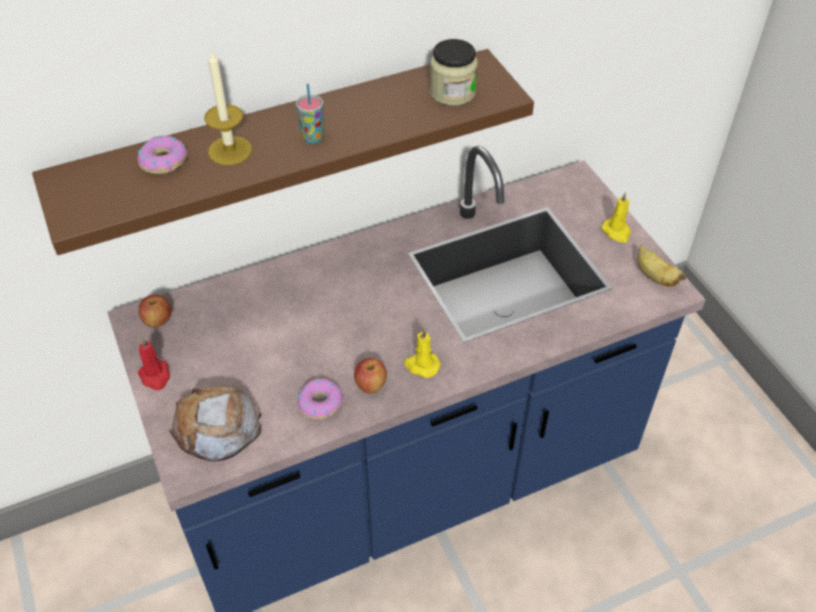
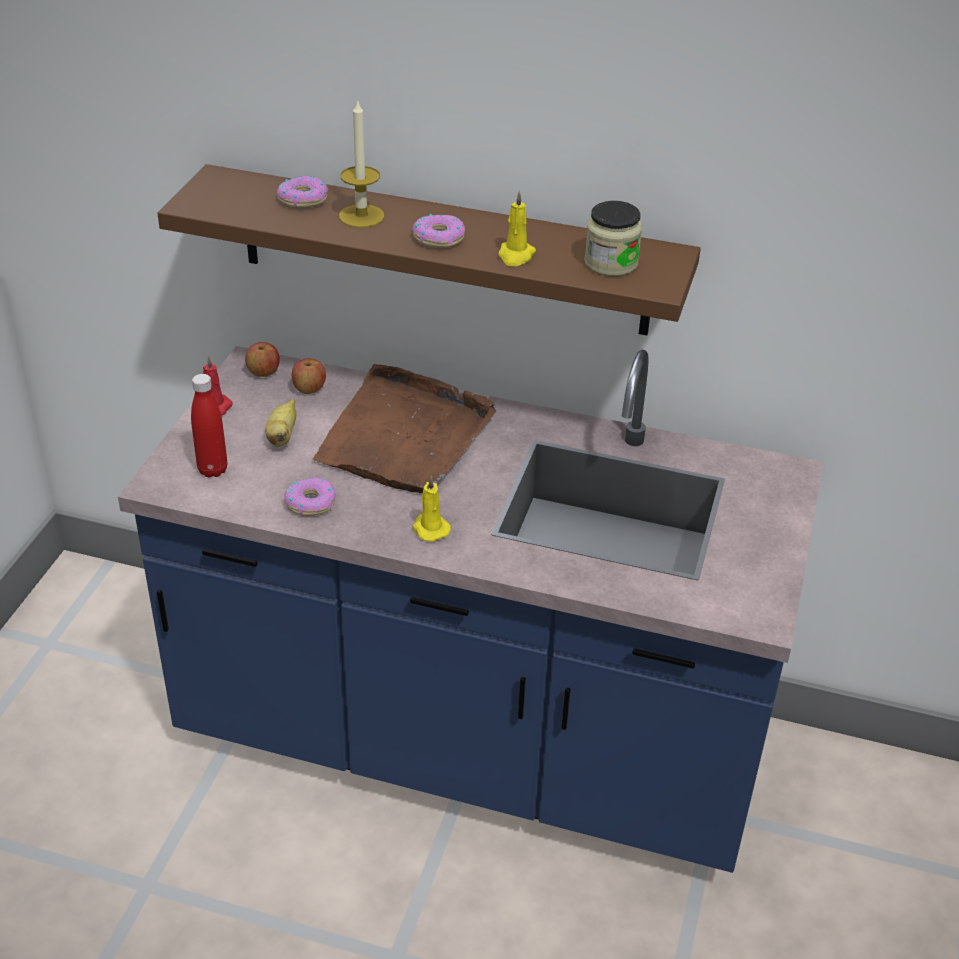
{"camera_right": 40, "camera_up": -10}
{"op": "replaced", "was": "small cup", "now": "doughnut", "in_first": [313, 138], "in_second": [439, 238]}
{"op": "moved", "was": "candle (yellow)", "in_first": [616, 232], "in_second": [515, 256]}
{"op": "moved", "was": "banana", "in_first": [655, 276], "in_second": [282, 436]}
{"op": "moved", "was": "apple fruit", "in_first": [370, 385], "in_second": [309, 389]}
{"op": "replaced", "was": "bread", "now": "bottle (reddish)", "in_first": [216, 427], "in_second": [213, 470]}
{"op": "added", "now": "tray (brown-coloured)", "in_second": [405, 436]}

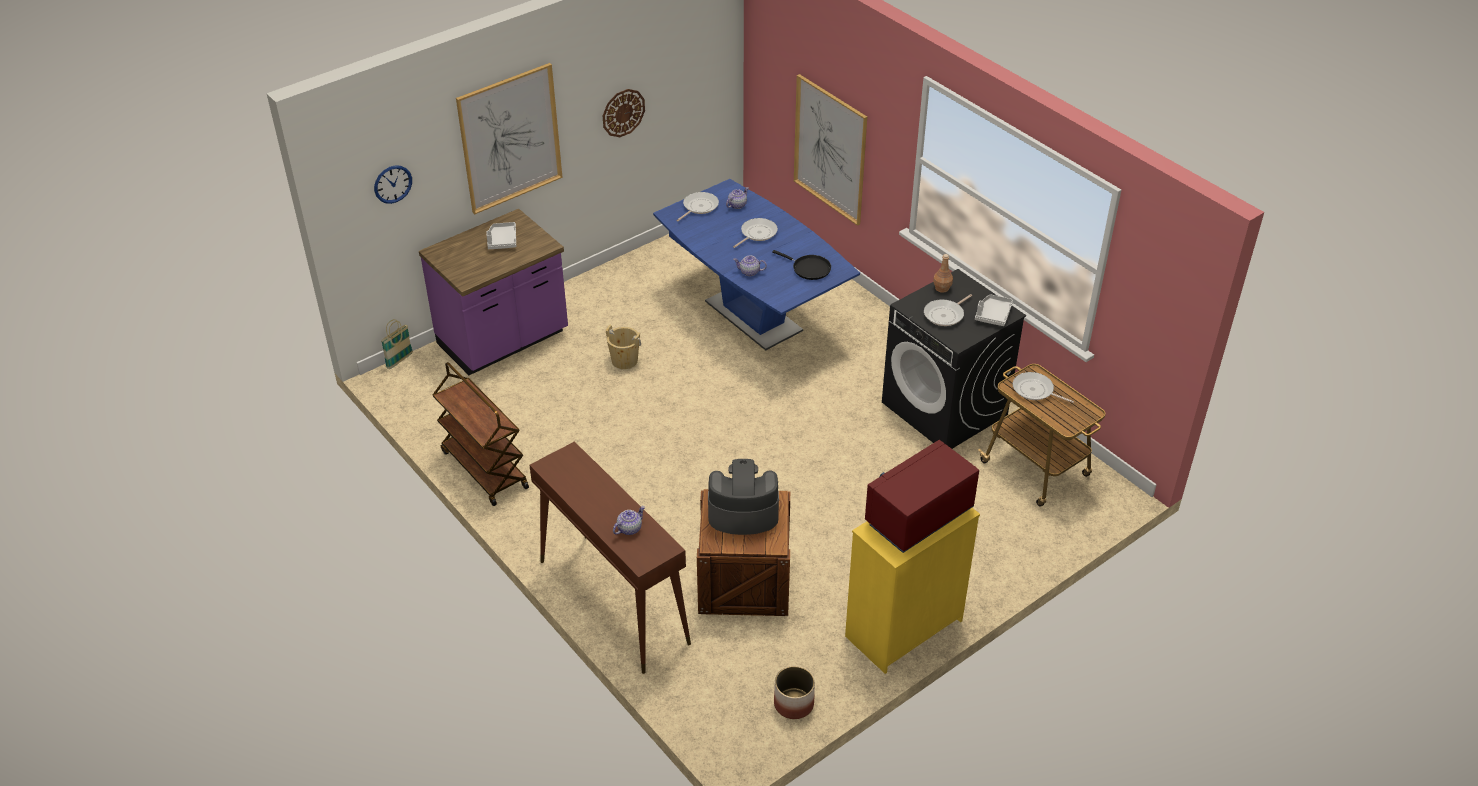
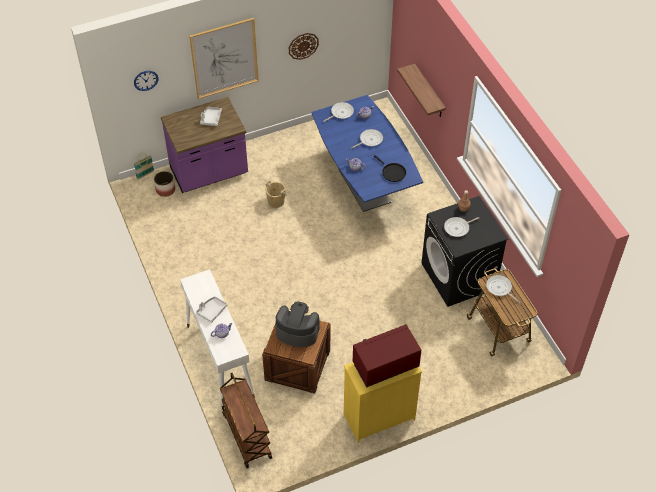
{"camera_right": 15, "camera_up": 10}
{"op": "replaced", "was": "wall art", "now": "bracket shelf", "in_first": [830, 149], "in_second": [429, 92]}
{"op": "moved", "was": "tray (grey)", "in_first": [993, 314], "in_second": [211, 311]}
{"op": "moved", "was": "wheeled cart (brown-coloured)", "in_first": [484, 469], "in_second": [246, 435]}
{"op": "recoloured", "was": "console table (brown-coloured)", "now": "console table (whitish)", "in_first": [613, 601], "in_second": [220, 361]}
{"op": "moved", "was": "flower pot", "in_first": [793, 704], "in_second": [165, 190]}

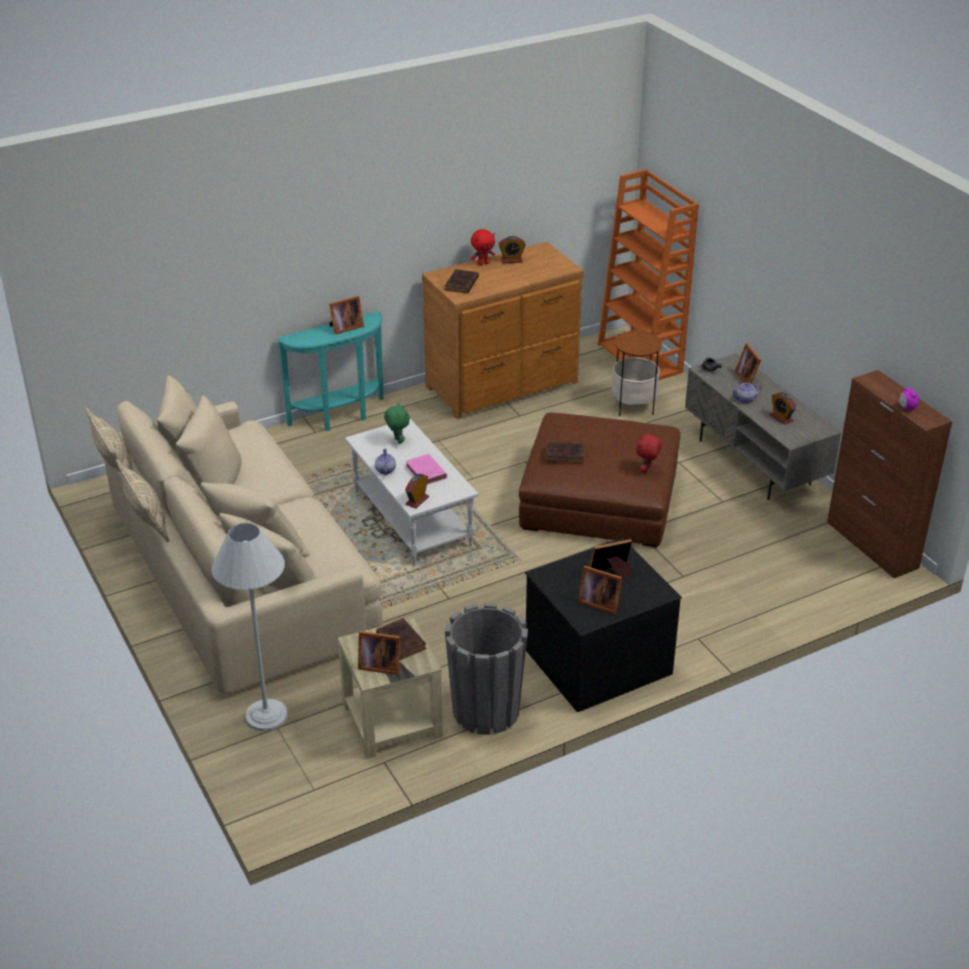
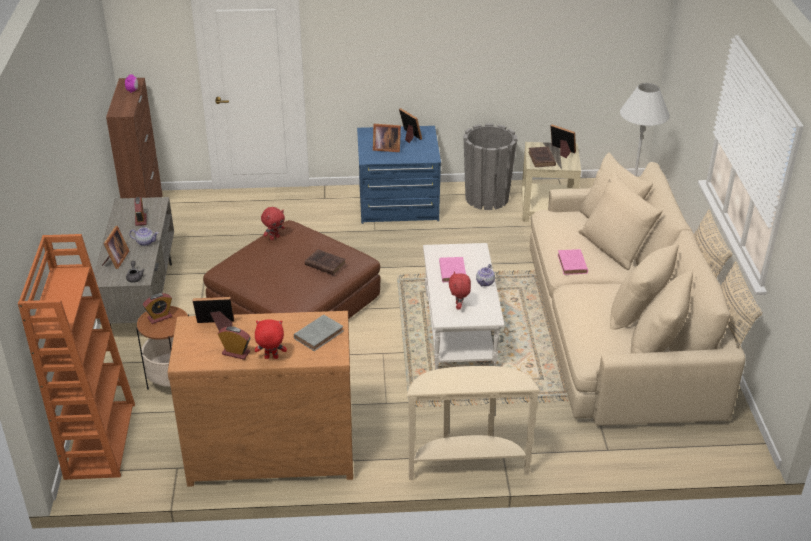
{"camera_right": -155, "camera_up": 0}
{"op": "recoloured", "was": "volume (brown-coloured)", "now": "volume (grey)", "in_first": [461, 284], "in_second": [319, 334]}
{"op": "moved", "was": "standing frame", "in_first": [345, 328], "in_second": [217, 326]}
{"op": "recoloured", "was": "console table (turquoise-coloured)", "now": "console table (beige)", "in_first": [341, 417], "in_second": [467, 465]}
{"op": "recoloured", "was": "plush toy (green-coloured)", "now": "plush toy (reddish)", "in_first": [397, 441], "in_second": [459, 306]}
{"op": "moved", "was": "bedside clock", "in_first": [417, 501], "in_second": [160, 317]}
{"op": "recoloured", "was": "dresser (black)", "now": "dresser (blue)", "in_first": [597, 660], "in_second": [398, 204]}
{"op": "added", "now": "volume (pink-coloured)", "in_second": [572, 264]}

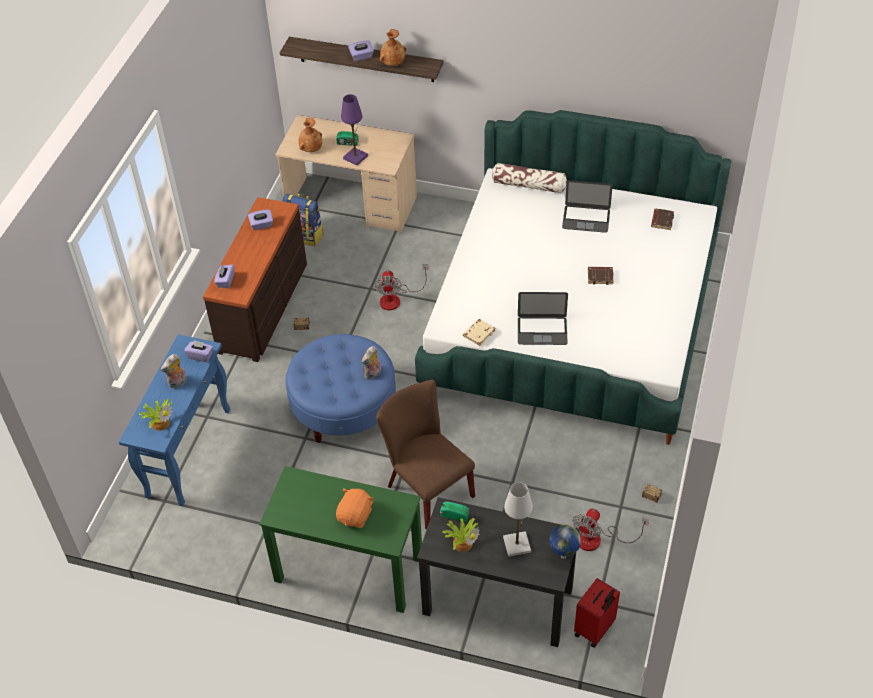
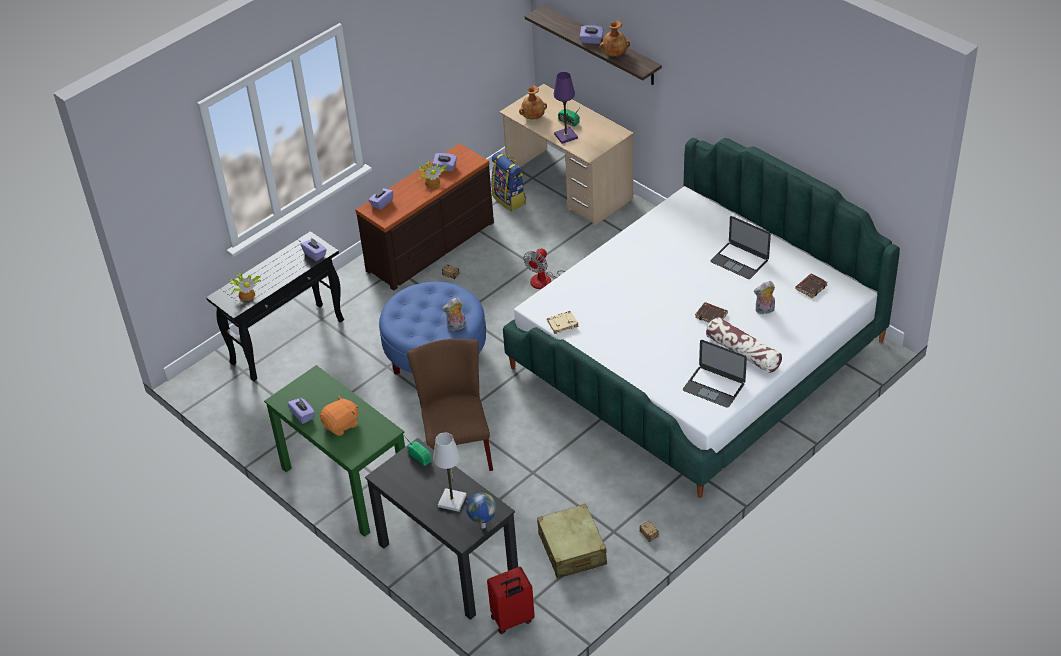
{"camera_right": 30, "camera_up": -5}
{"op": "moved", "was": "throw pillow", "in_first": [529, 185], "in_second": [743, 352]}
{"op": "moved", "was": "portable computer", "in_first": [542, 330], "in_second": [714, 387]}
{"op": "recoloured", "was": "console table (blue)", "now": "console table (black)", "in_first": [189, 452], "in_second": [288, 341]}
{"op": "moved", "was": "plush toy", "in_first": [177, 383], "in_second": [764, 311]}
{"op": "replaced", "was": "fan", "now": "suitcase (beige)", "in_first": [598, 539], "in_second": [572, 549]}
{"op": "moved", "was": "plant in a pot", "in_first": [462, 542], "in_second": [433, 182]}
{"op": "added", "now": "tissue holder (purple-coloured)", "in_second": [303, 415]}

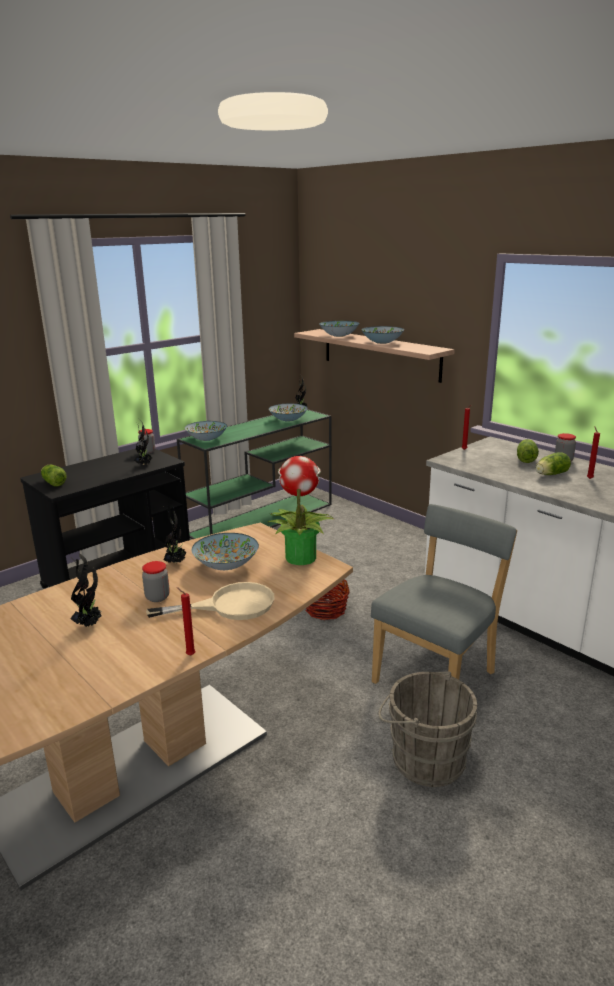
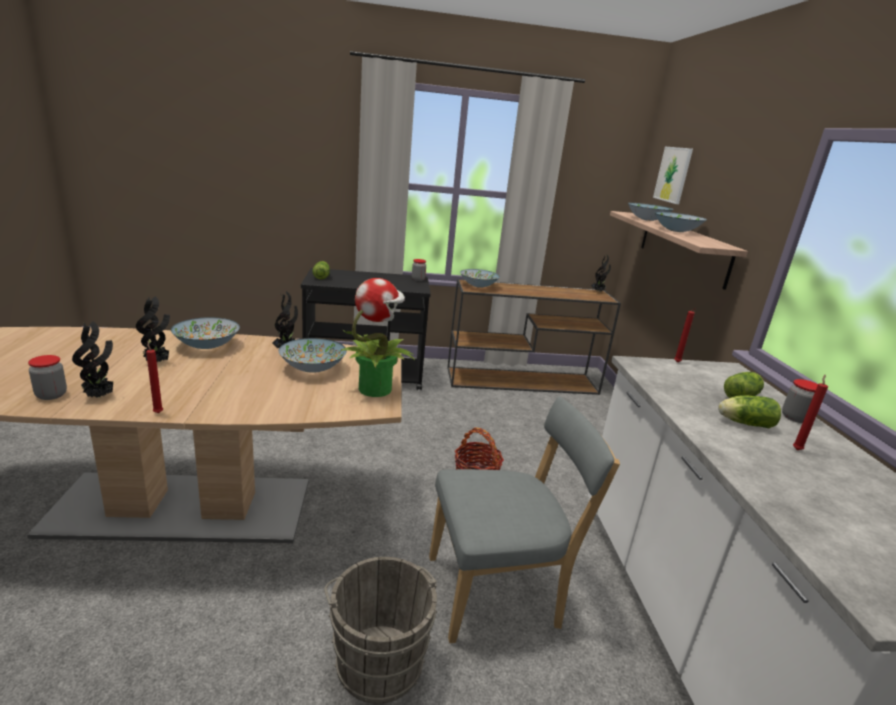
{"camera_right": 35, "camera_up": 0}
{"op": "moved", "was": "deep dish", "in_first": [288, 420], "in_second": [207, 346]}
{"op": "recoloured", "was": "console table (green-coloured)", "now": "console table (brown-coloured)", "in_first": [262, 518], "in_second": [523, 381]}
{"op": "moved", "was": "plant in a pot", "in_first": [144, 464], "in_second": [100, 396]}
{"op": "moved", "was": "preserve jar", "in_first": [157, 597], "in_second": [51, 395]}
{"op": "removed", "was": "skillet (beige)", "in_first": [230, 605]}
{"op": "added", "now": "wall art", "in_second": [673, 174]}

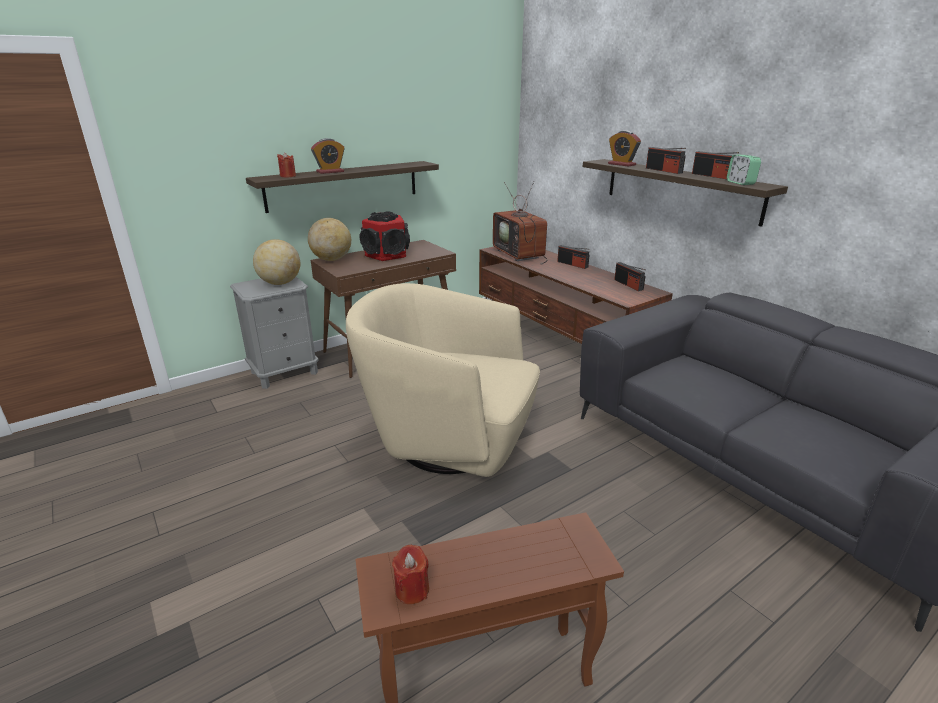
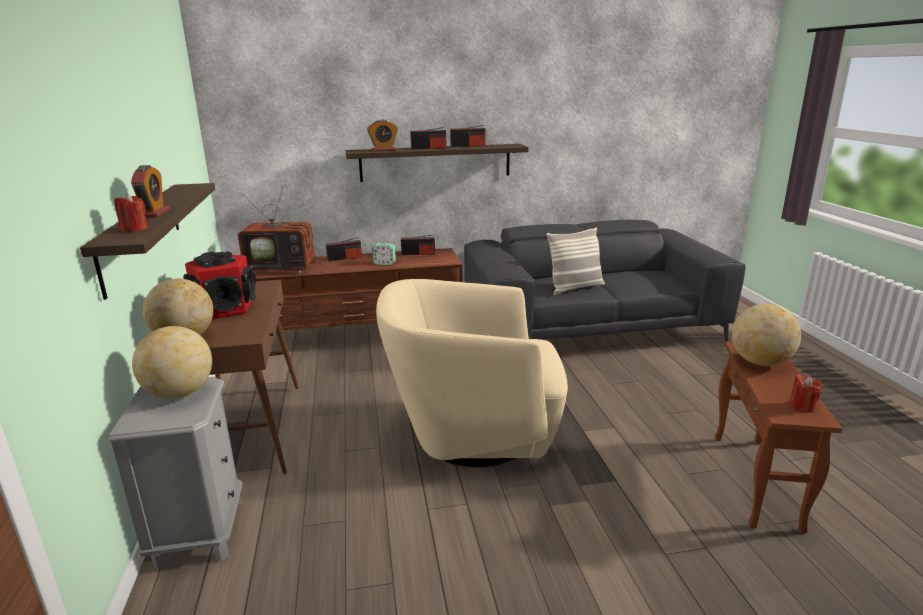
{"camera_right": -65, "camera_up": -5}
{"op": "moved", "was": "bedside clock", "in_first": [740, 183], "in_second": [384, 263]}
{"op": "turned", "was": "armchair (beige)", "in_first": [448, 439], "in_second": [473, 433], "clockwise": 45}
{"op": "added", "now": "throw pillow", "in_second": [575, 288]}
{"op": "added", "now": "desk globe", "in_second": [760, 362]}

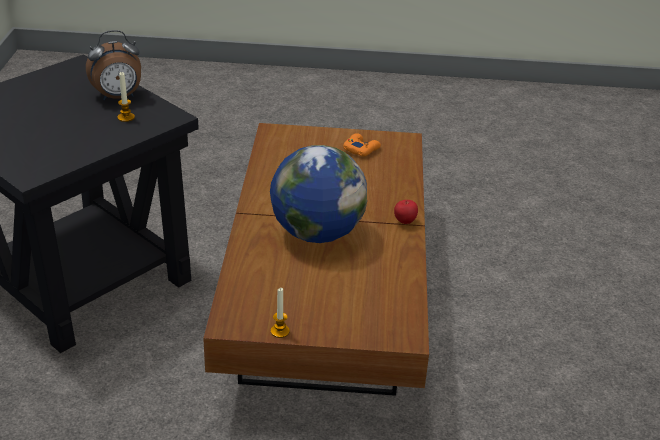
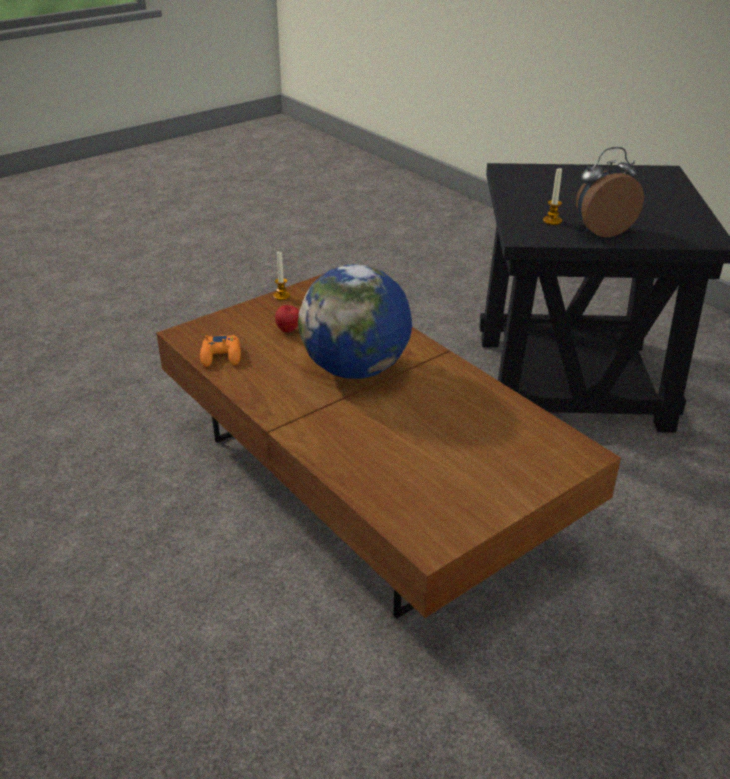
{"camera_right": 140, "camera_up": 0}
{"op": "turned", "was": "bedside clock", "in_first": [118, 97], "in_second": [601, 230], "clockwise": 45}
{"op": "moved", "was": "game controller (orangey)", "in_first": [361, 149], "in_second": [221, 356]}
{"op": "moved", "was": "apple fruit", "in_first": [404, 222], "in_second": [289, 331]}

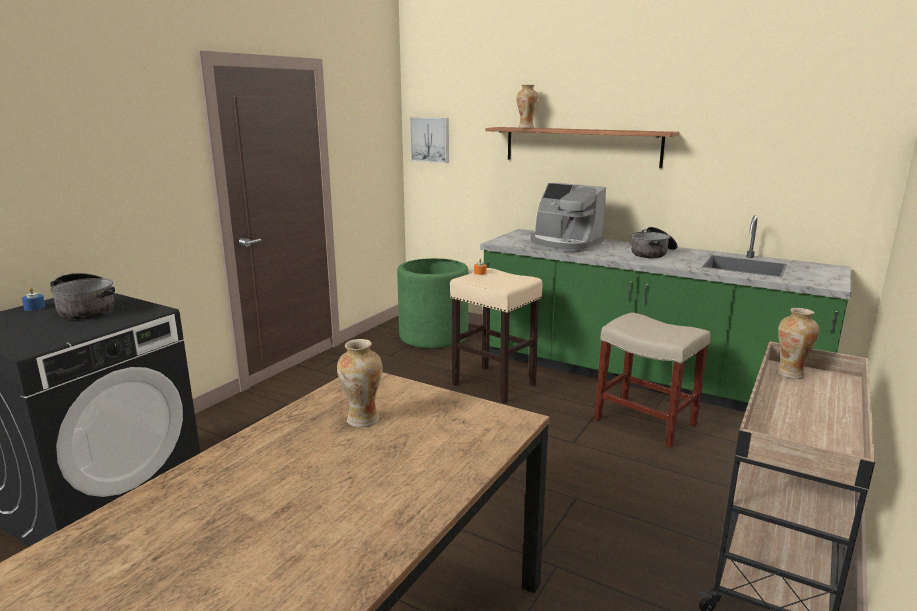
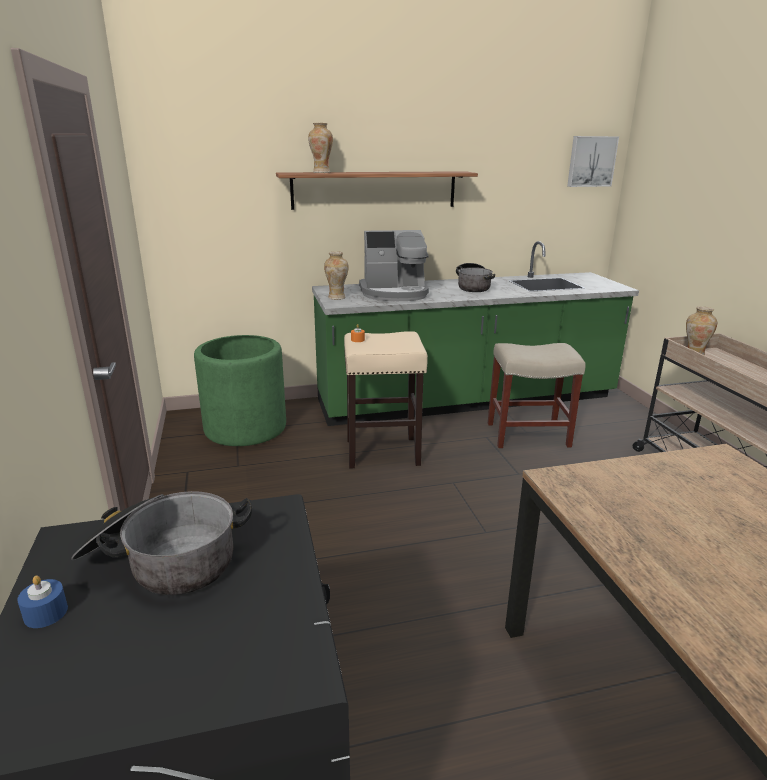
{"camera_right": -45, "camera_up": 5}
{"op": "moved", "was": "wall art", "in_first": [430, 140], "in_second": [591, 161]}
{"op": "moved", "was": "decorative vase", "in_first": [362, 420], "in_second": [337, 298]}

